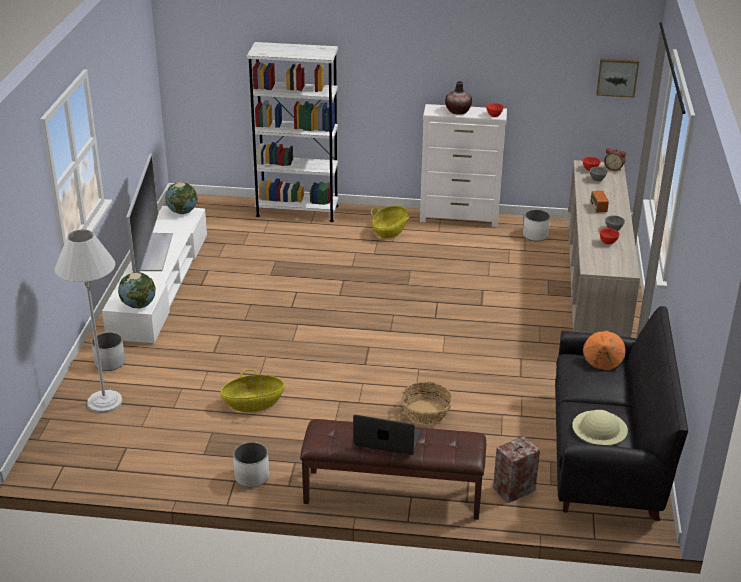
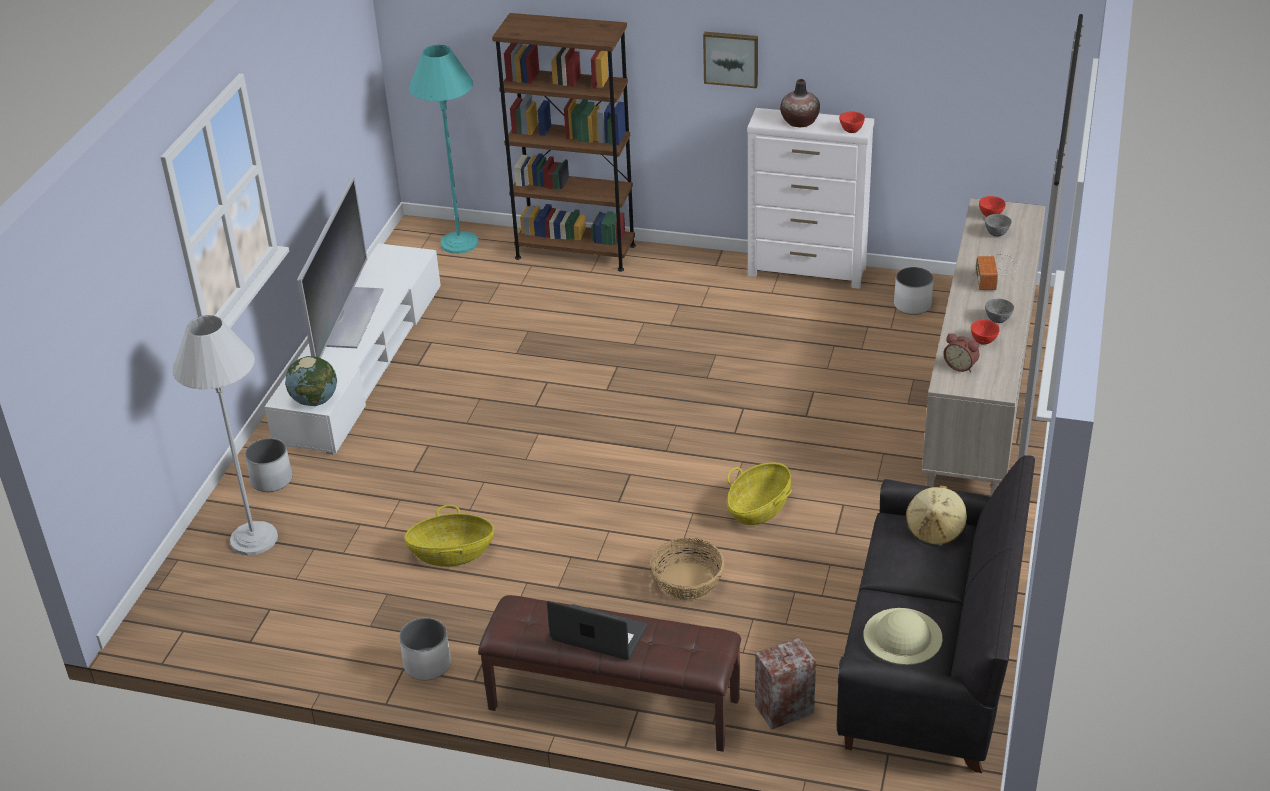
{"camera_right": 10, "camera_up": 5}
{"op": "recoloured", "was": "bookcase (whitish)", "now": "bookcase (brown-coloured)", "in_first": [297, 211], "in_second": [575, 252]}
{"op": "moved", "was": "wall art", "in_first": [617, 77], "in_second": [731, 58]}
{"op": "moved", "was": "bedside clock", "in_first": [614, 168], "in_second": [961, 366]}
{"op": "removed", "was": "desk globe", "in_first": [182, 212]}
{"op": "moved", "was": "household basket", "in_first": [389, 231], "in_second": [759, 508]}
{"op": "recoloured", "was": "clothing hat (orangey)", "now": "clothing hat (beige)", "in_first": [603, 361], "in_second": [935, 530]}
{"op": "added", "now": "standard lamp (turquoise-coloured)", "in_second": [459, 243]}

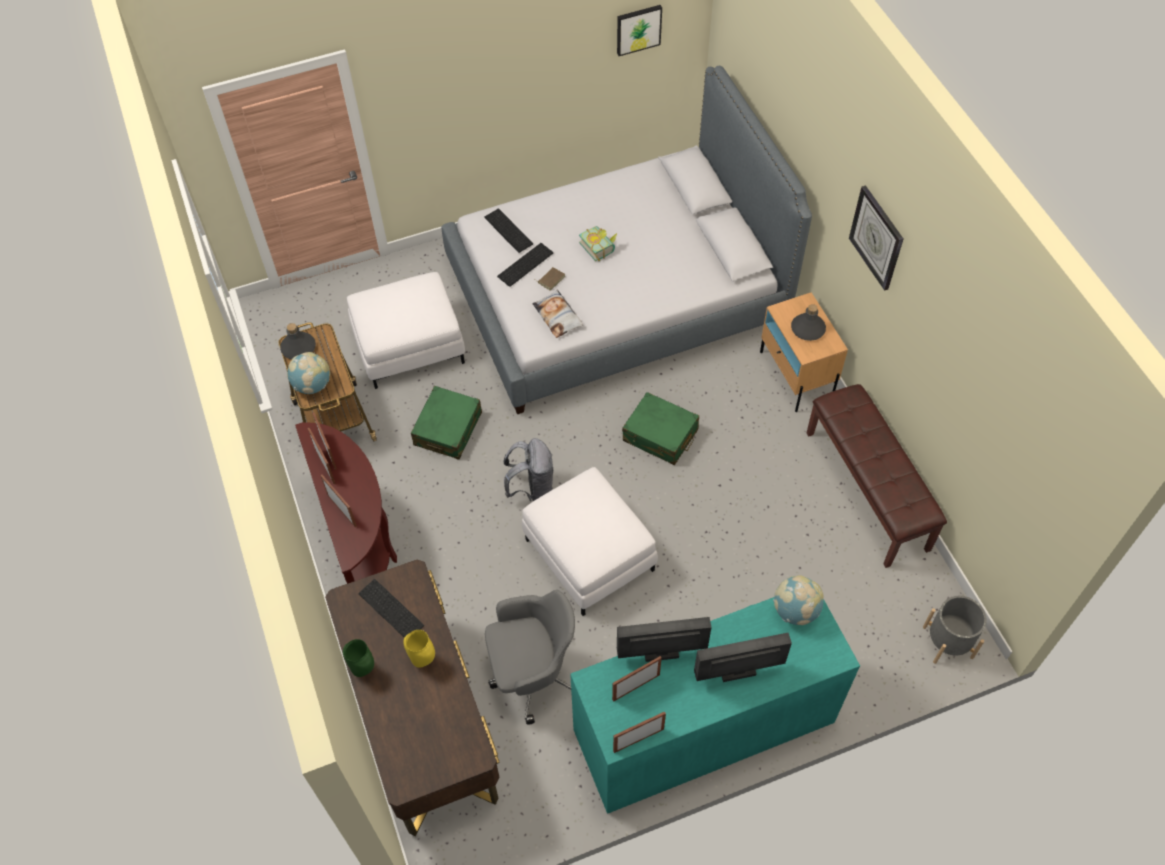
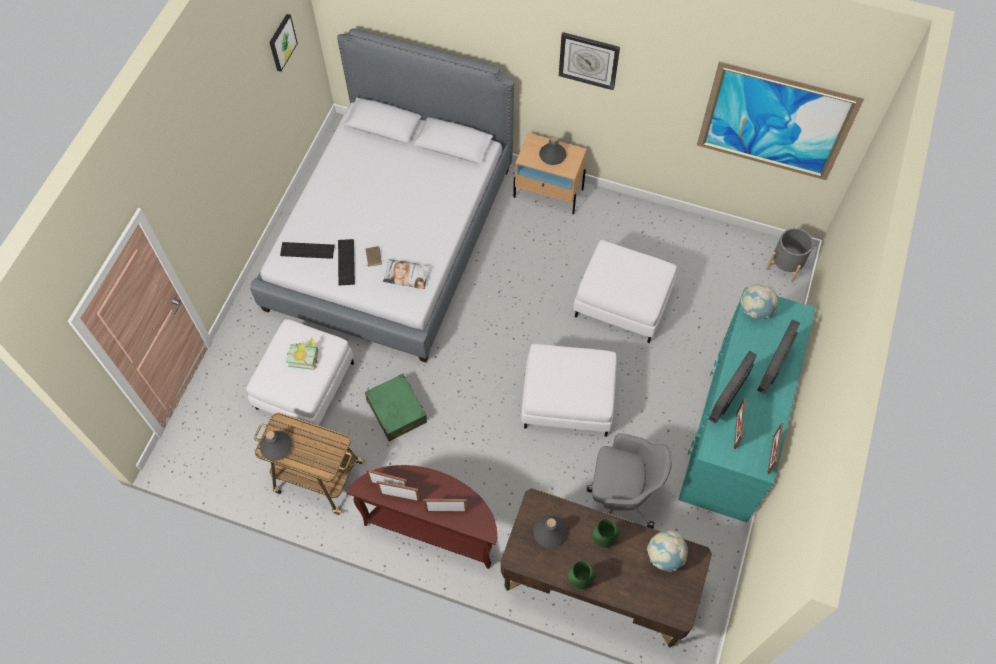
{"camera_right": -50, "camera_up": 5}
{"op": "moved", "was": "volume", "in_first": [600, 247], "in_second": [304, 356]}
{"op": "moved", "was": "desk globe", "in_first": [312, 385], "in_second": [665, 556]}
{"op": "removed", "was": "long seat (brown-coloured)", "in_first": [867, 490]}
{"op": "removed", "was": "suitcase (green-coloured)", "in_first": [660, 435]}
{"op": "removed", "was": "rucksack (grey)", "in_first": [532, 488]}
{"op": "replaced", "was": "computer keyboard", "now": "bottle (grey)", "in_first": [392, 609], "in_second": [550, 532]}
{"op": "turned", "was": "desk chair (grey)", "in_first": [533, 674], "in_second": [622, 494], "clockwise": 75}
{"op": "recoloured", "was": "decorative vase (yellow)", "now": "decorative vase (green-coloured)", "in_first": [422, 660], "in_second": [603, 540]}
{"op": "added", "now": "wall art", "in_second": [775, 123]}
{"op": "added", "now": "footrest (whitish)", "in_second": [622, 302]}

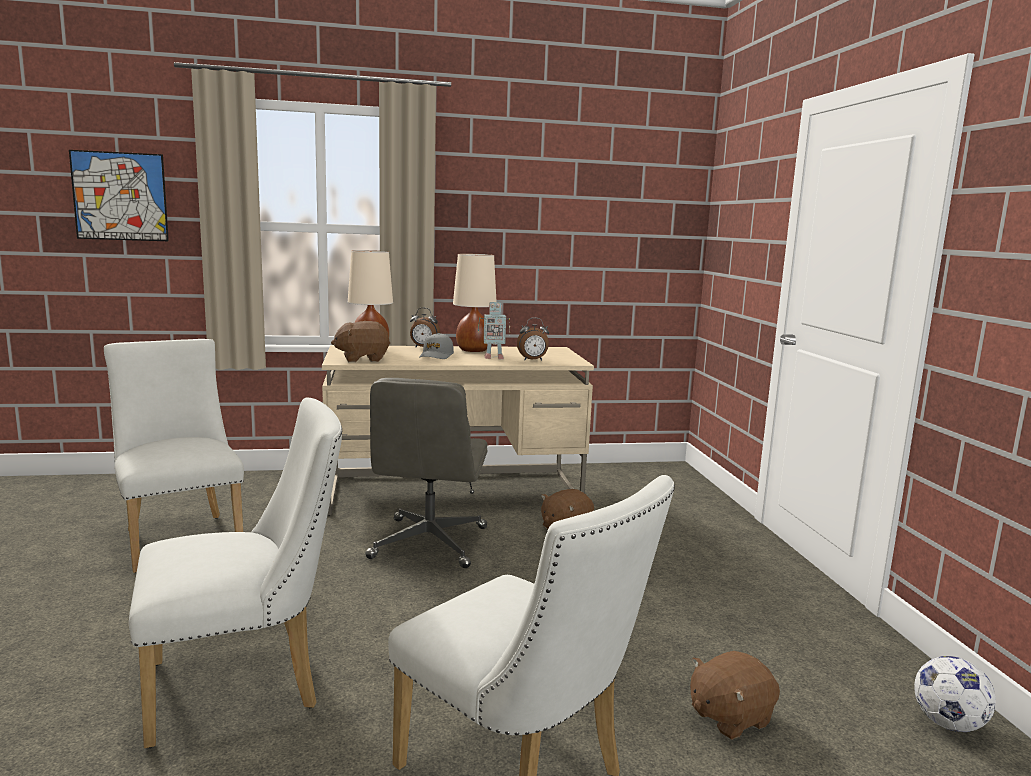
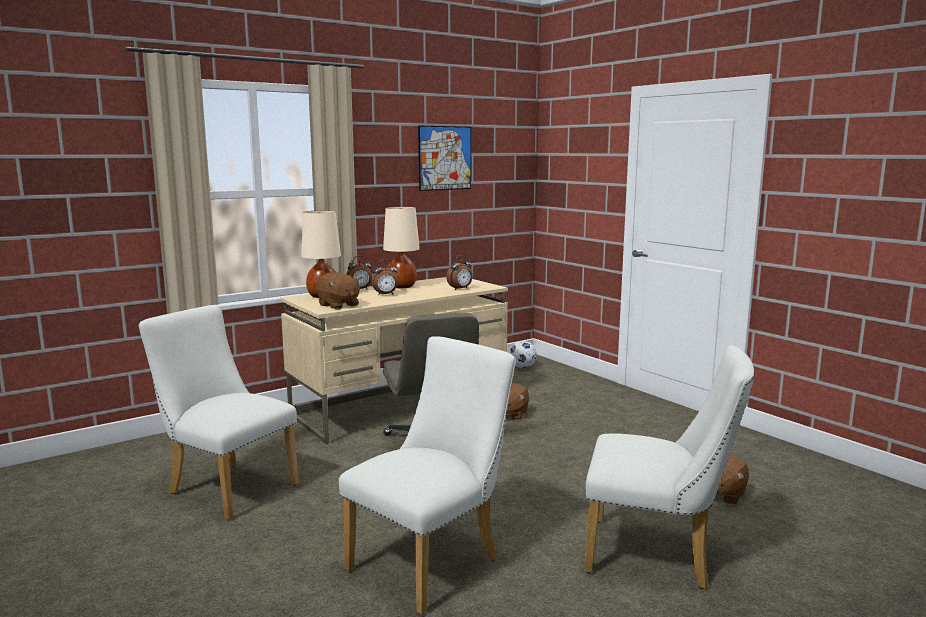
{"camera_right": -25, "camera_up": 0}
{"op": "moved", "was": "wall art", "in_first": [120, 196], "in_second": [445, 158]}
{"op": "removed", "was": "robot figure", "in_first": [493, 357]}
{"op": "turned", "was": "plush toy (brown-coloured)", "in_first": [362, 359], "in_second": [338, 305], "clockwise": -90}
{"op": "replaced", "was": "baseball cap (grey)", "now": "bedside clock", "in_first": [436, 355], "in_second": [385, 295]}
{"op": "moved", "was": "football", "in_first": [948, 723], "in_second": [522, 367]}

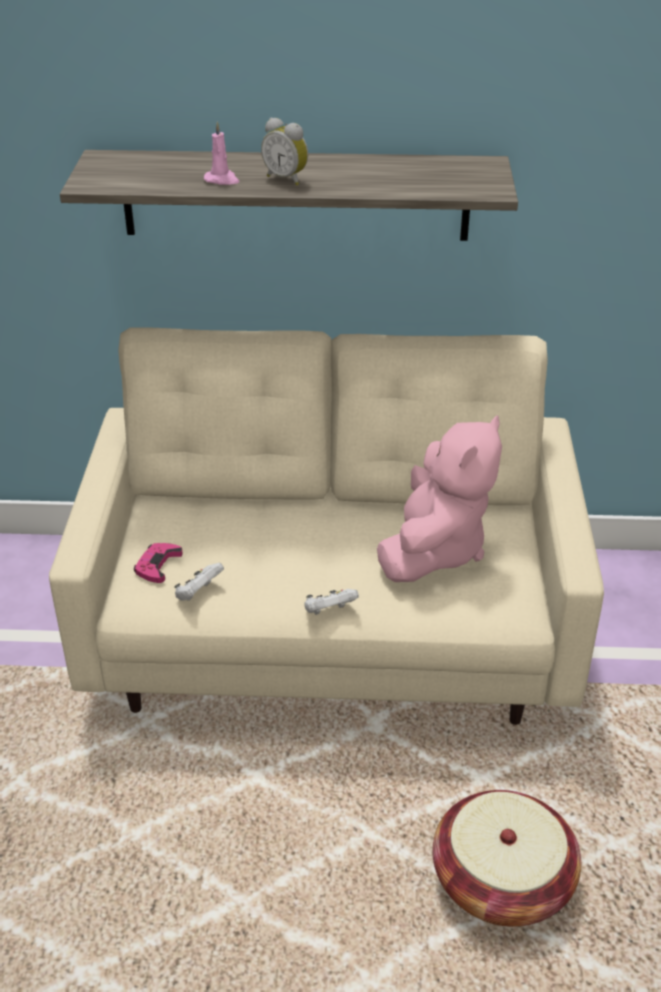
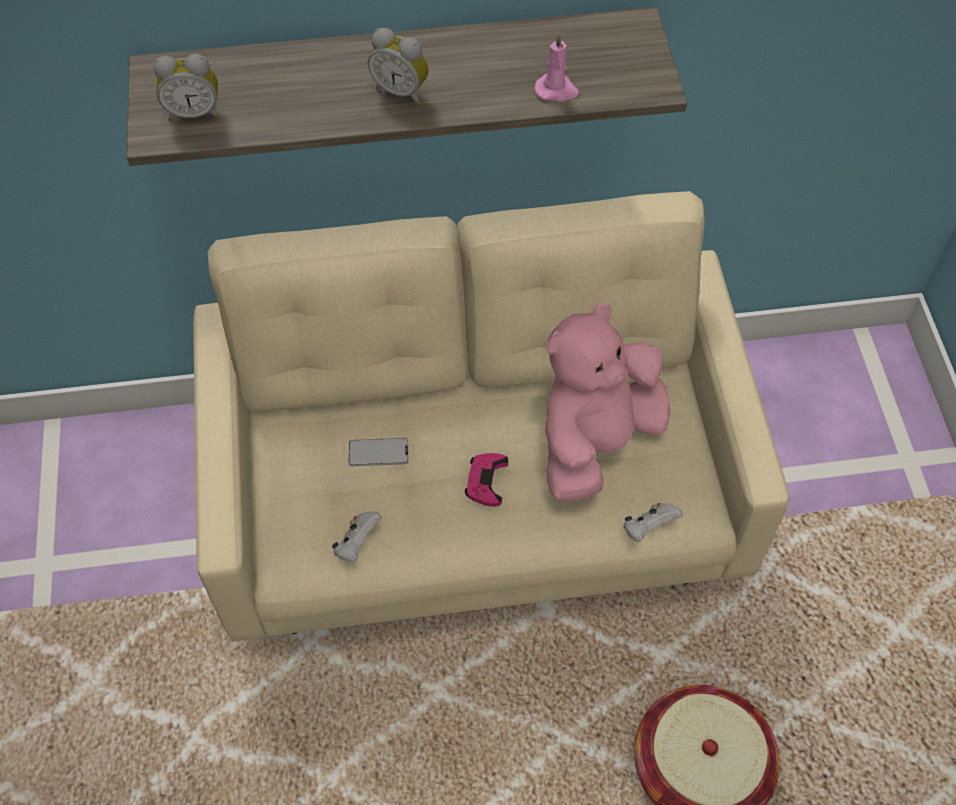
{"camera_right": -10, "camera_up": 20}
{"op": "moved", "was": "candle (pink-coloured)", "in_first": [222, 180], "in_second": [557, 90]}
{"op": "turned", "was": "plush toy (pink-coloured)", "in_first": [434, 549], "in_second": [595, 441], "clockwise": -150}
{"op": "moved", "was": "game controller (pink-coloured)", "in_first": [157, 565], "in_second": [486, 481]}
{"op": "moved", "was": "game controller (whitish)", "in_first": [329, 612], "in_second": [648, 528]}
{"op": "added", "now": "bedside clock", "in_second": [194, 112]}
{"op": "added", "now": "handset", "in_second": [378, 453]}

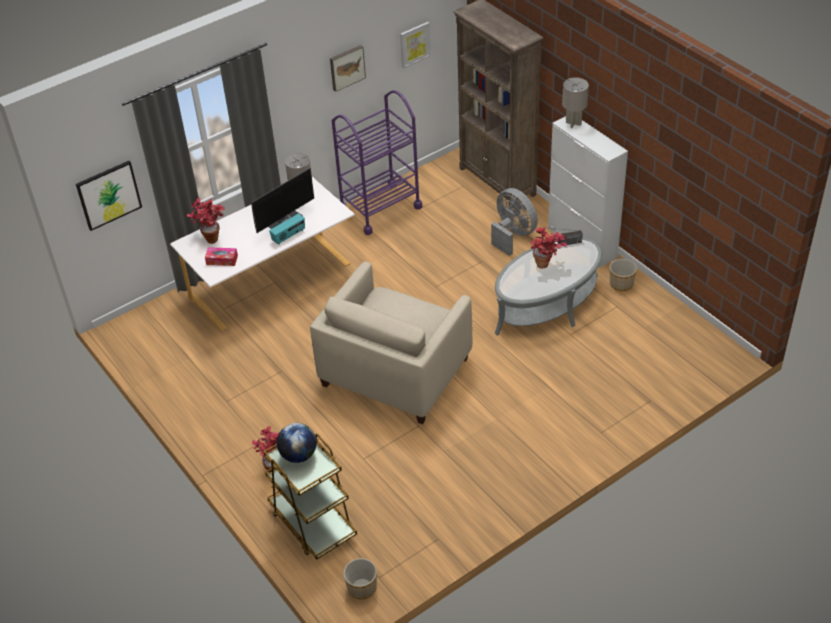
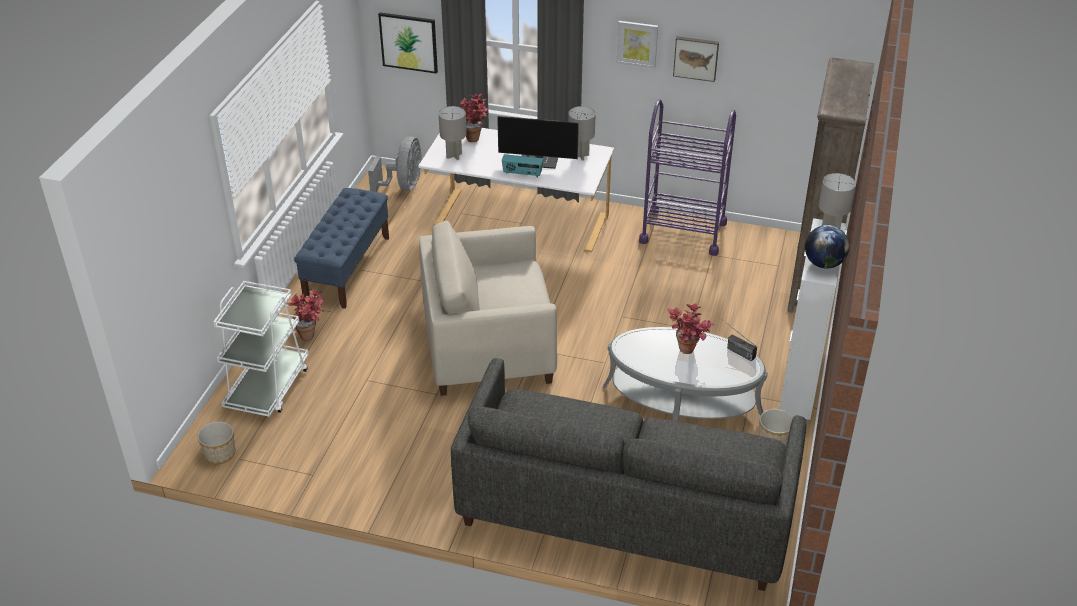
{"camera_right": 50, "camera_up": -5}
{"op": "moved", "was": "wall art", "in_first": [414, 44], "in_second": [637, 43]}
{"op": "moved", "was": "fan (grey)", "in_first": [513, 235], "in_second": [403, 186]}
{"op": "replaced", "was": "tissue holder", "now": "lamp for a table (grey)", "in_first": [222, 260], "in_second": [454, 156]}
{"op": "moved", "was": "desk globe", "in_first": [298, 455], "in_second": [823, 264]}
{"op": "recoloured", "was": "wheeled cart (brown-coloured)", "now": "wheeled cart (whitish)", "in_first": [312, 523], "in_second": [268, 387]}
{"op": "added", "now": "long seat (blue)", "in_second": [347, 268]}
{"op": "added", "now": "settee (grey)", "in_second": [625, 510]}

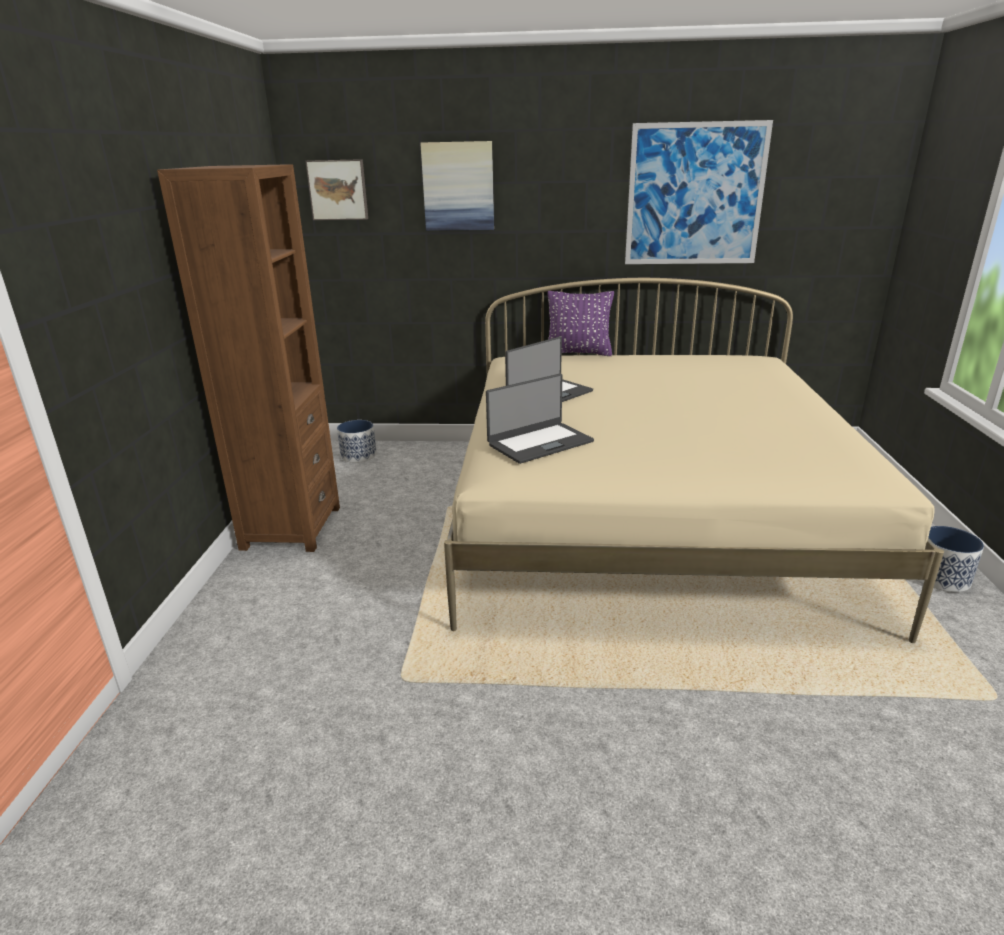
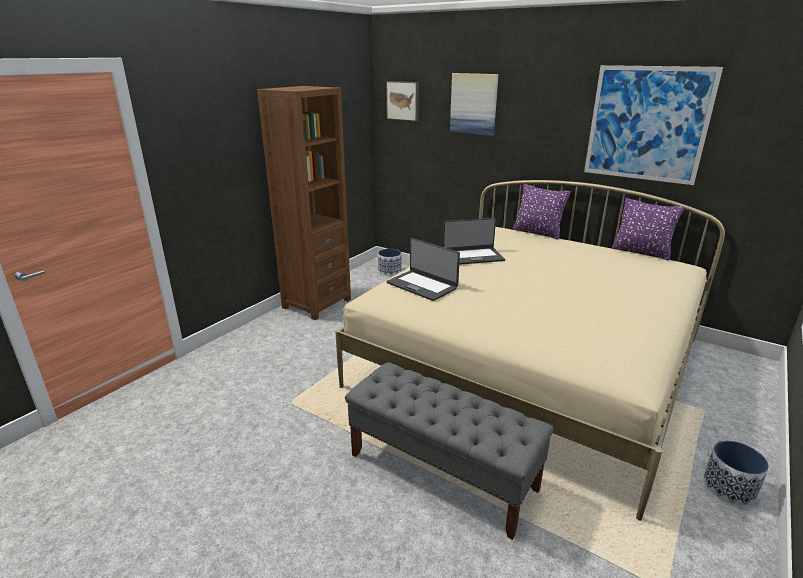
{"camera_right": 30, "camera_up": 0}
{"op": "turned", "was": "portable computer", "in_first": [539, 443], "in_second": [422, 285], "clockwise": 45}
{"op": "added", "now": "throw pillow (purple-coloured)", "in_second": [641, 252]}
{"op": "added", "now": "long seat (grey)", "in_second": [442, 472]}

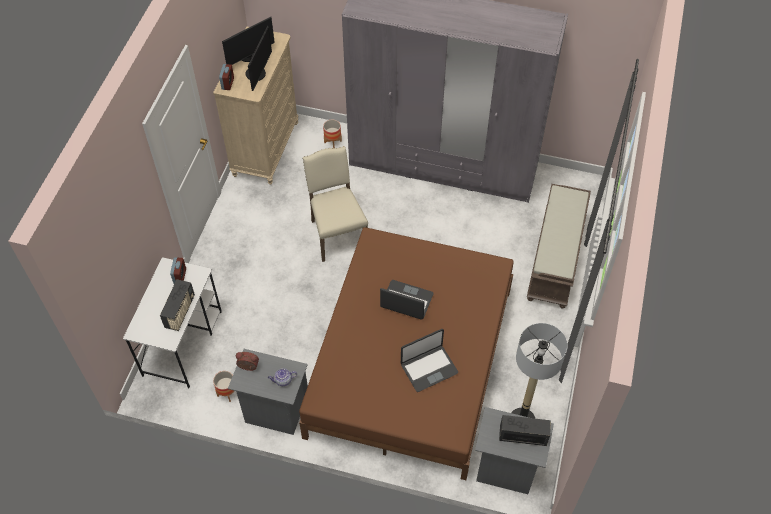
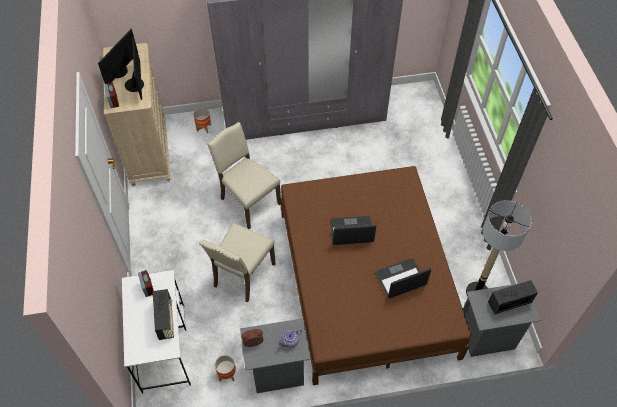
{"camera_right": -25, "camera_up": 0}
{"op": "removed", "was": "long seat (brown-coloured)", "in_first": [555, 259]}
{"op": "turned", "was": "portable computer", "in_first": [428, 368], "in_second": [401, 279], "clockwise": -150}
{"op": "added", "now": "upright chair (beige)", "in_second": [242, 275]}

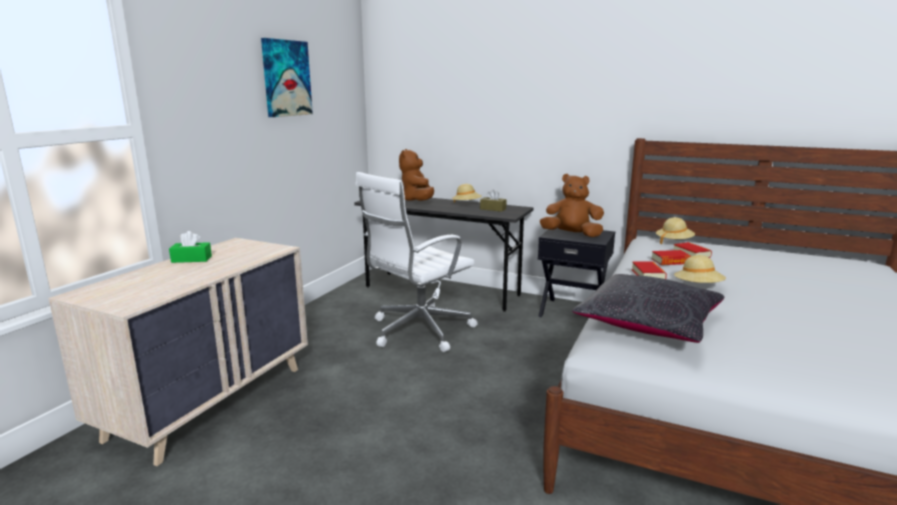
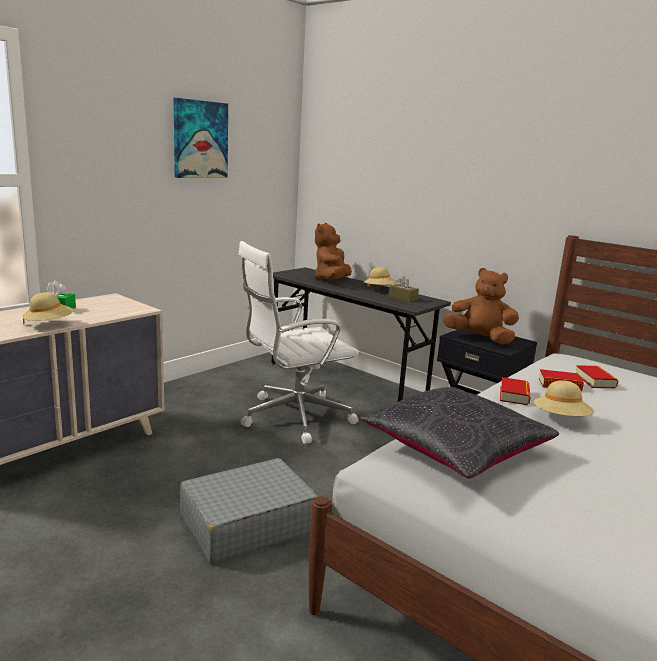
{"camera_right": 15, "camera_up": 0}
{"op": "moved", "was": "clothing hat (beige)", "in_first": [673, 242], "in_second": [49, 325]}
{"op": "added", "now": "suitcase (grey)", "in_second": [247, 524]}

